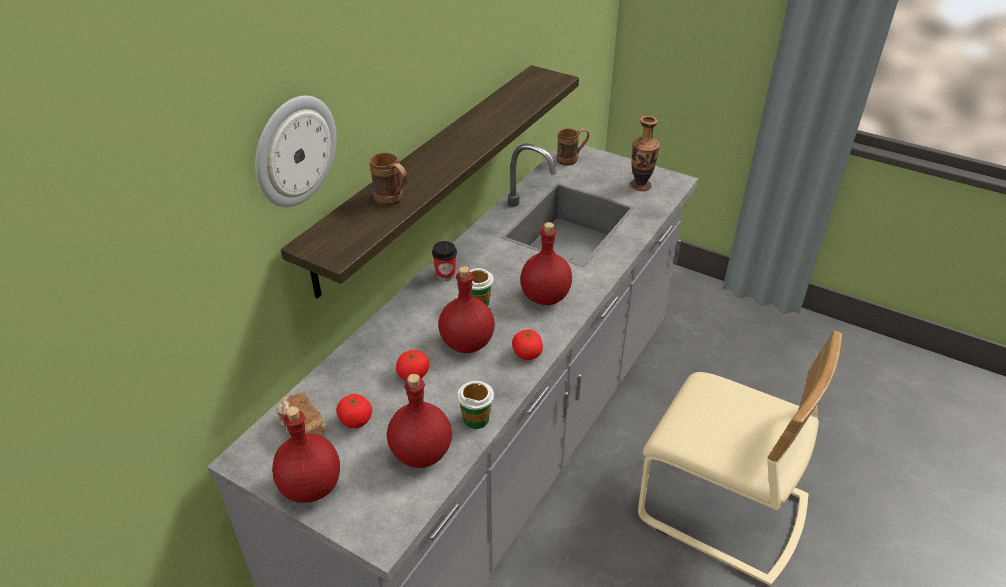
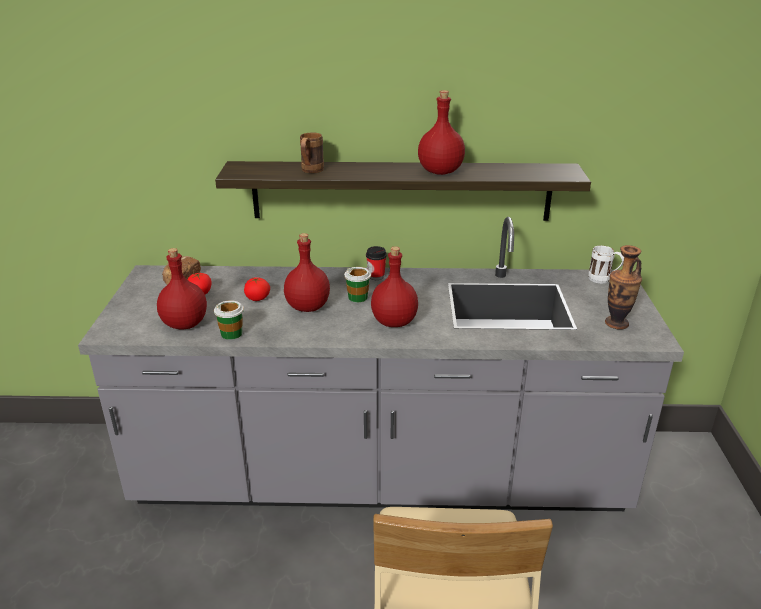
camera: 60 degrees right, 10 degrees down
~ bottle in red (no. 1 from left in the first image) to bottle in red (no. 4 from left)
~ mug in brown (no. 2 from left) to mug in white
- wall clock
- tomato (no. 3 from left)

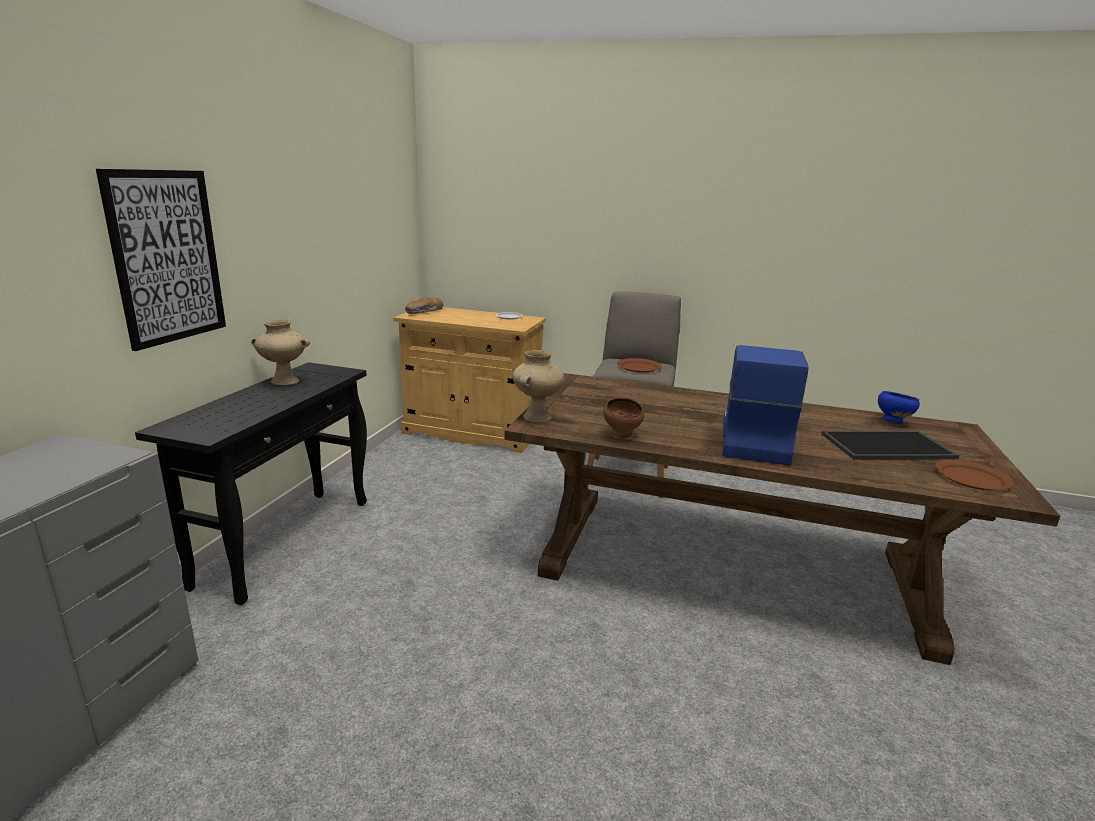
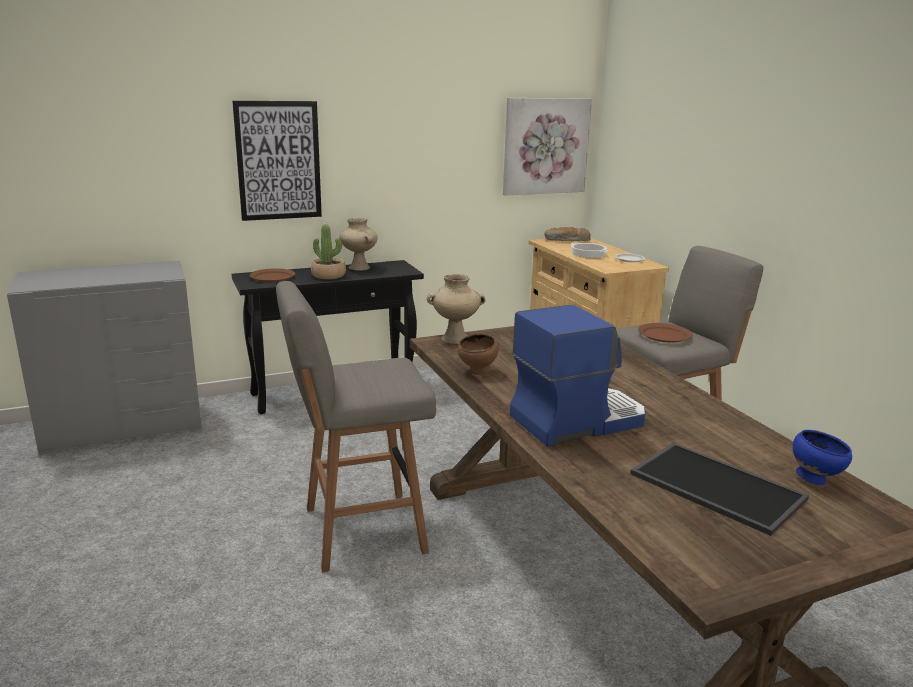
camera: 50 degrees right, 0 degrees up
~ plate in brown (no. 2 from left in the first image) to plate in brown (no. 1 from left)
+ stool in grey (no. 1 from left)
+ potted plant
+ picture (no. 2 from left)
+ cooking pot

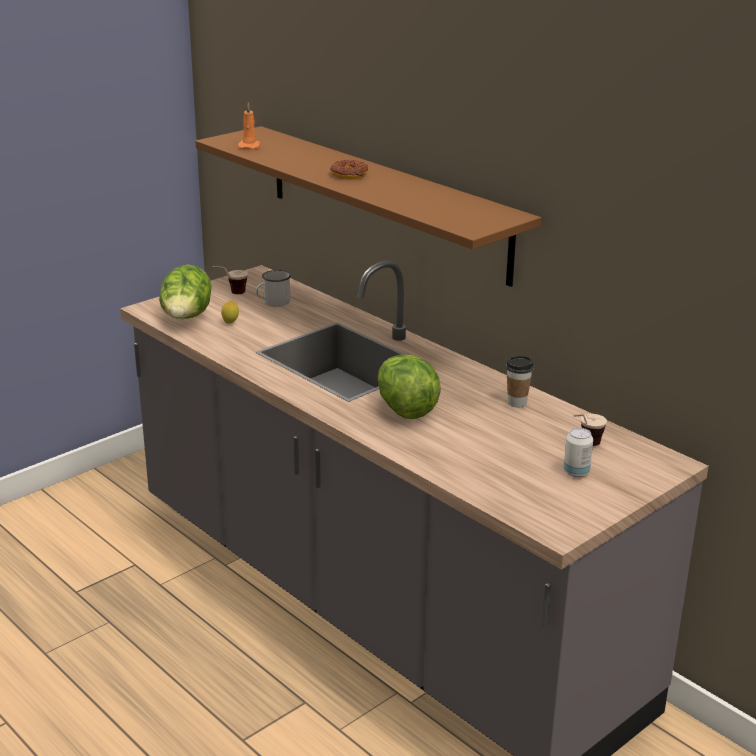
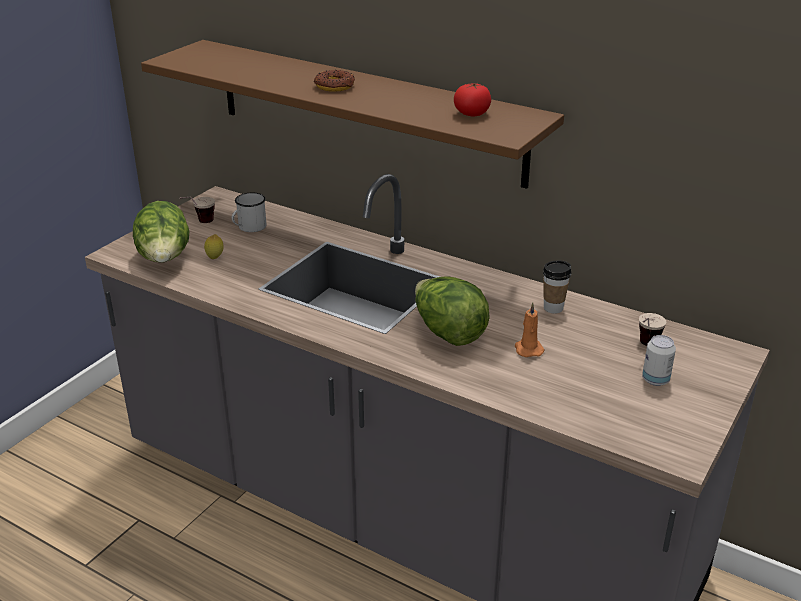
camera: 15 degrees left, 5 degrees up
+ tomato
~ candle in orange

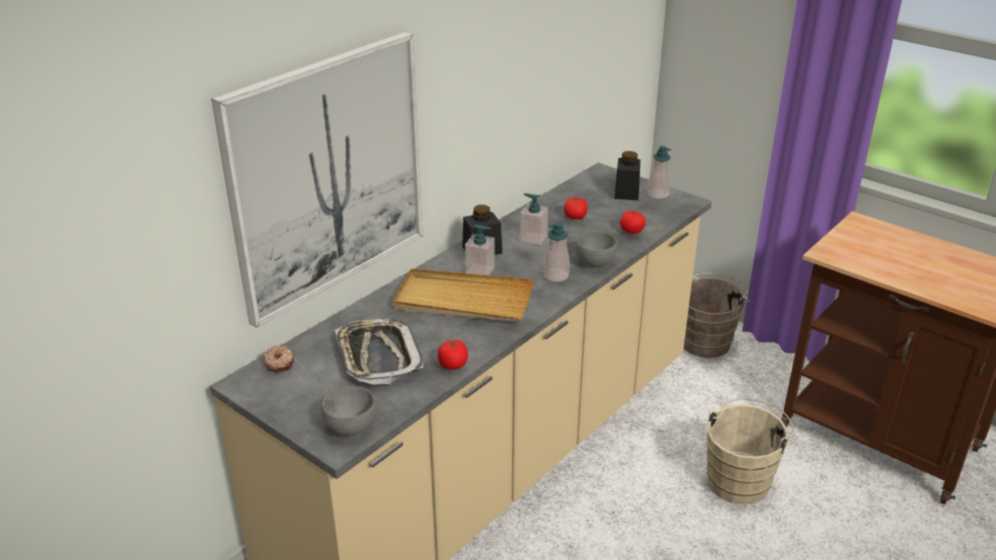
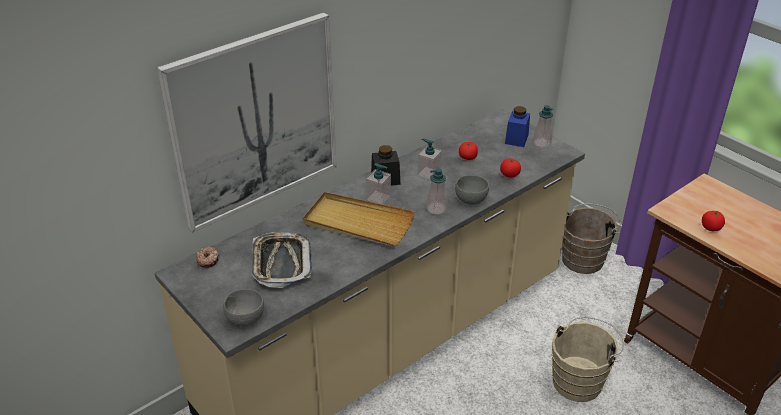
camera: 10 degrees right, 5 degrees up
~ jar in black (no. 2 from left) to jar in blue
~ tomato (no. 1 from left in the first image) to tomato (no. 3 from left)

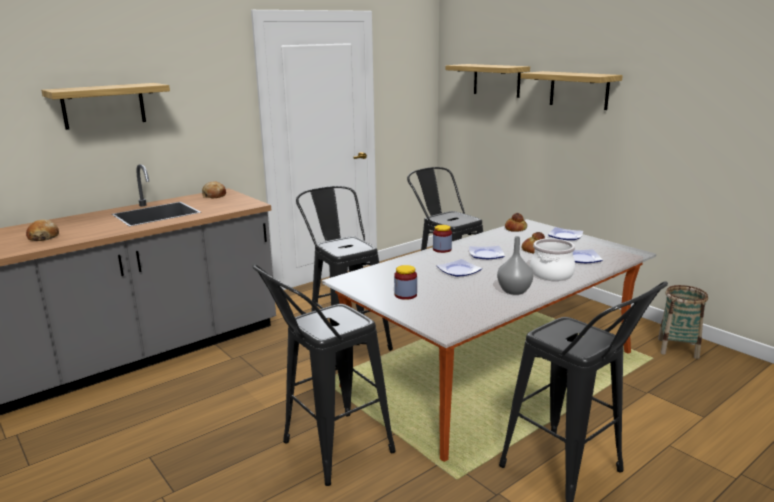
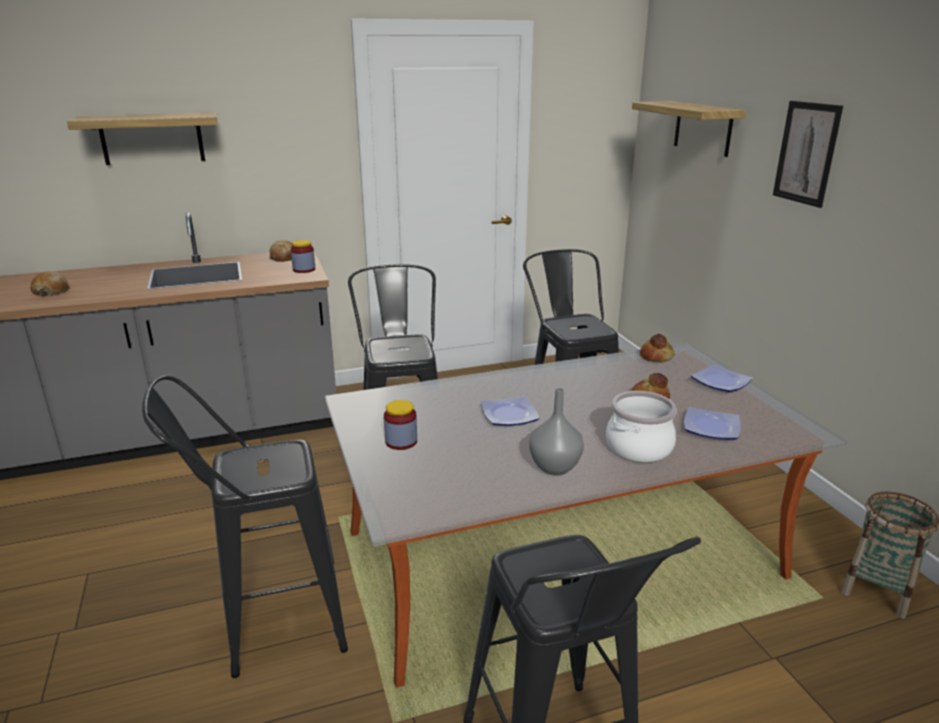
camera: 20 degrees right, 5 degrees up
~ jar (no. 2 from left in the first image) to jar (no. 1 from left)
~ shelf (no. 3 from left) to picture
- plate (no. 2 from left)

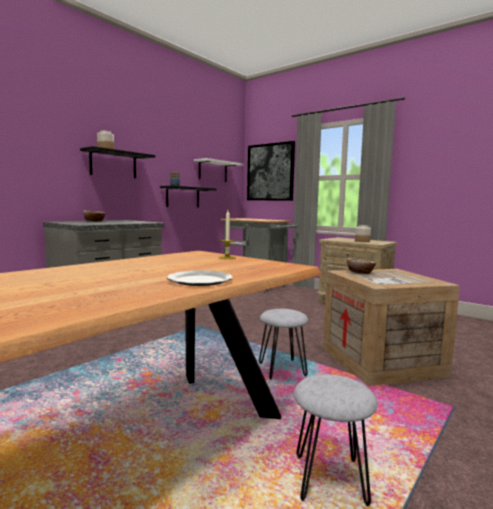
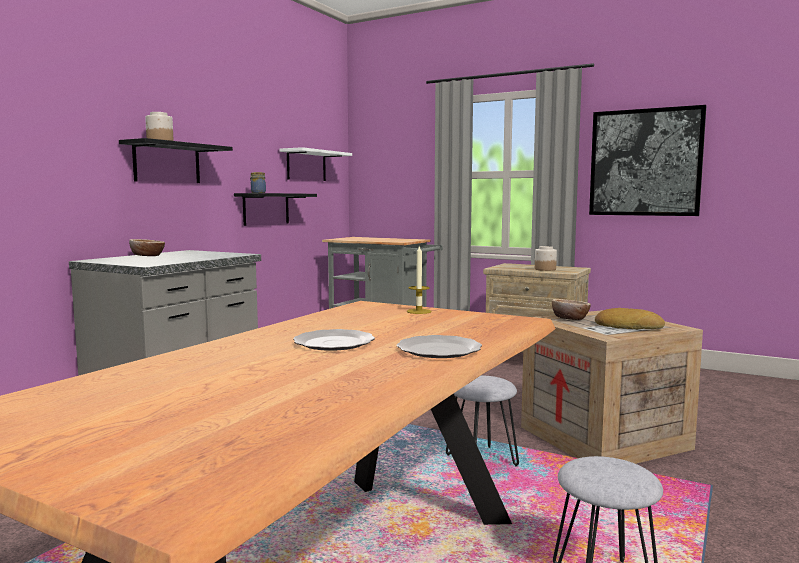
camera: 10 degrees left, 0 degrees up
+ plate (no. 1 from left)
~ picture
+ bread

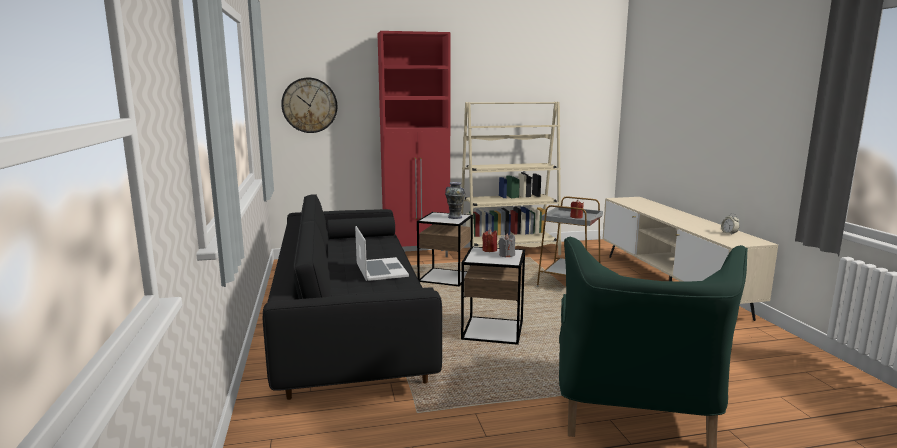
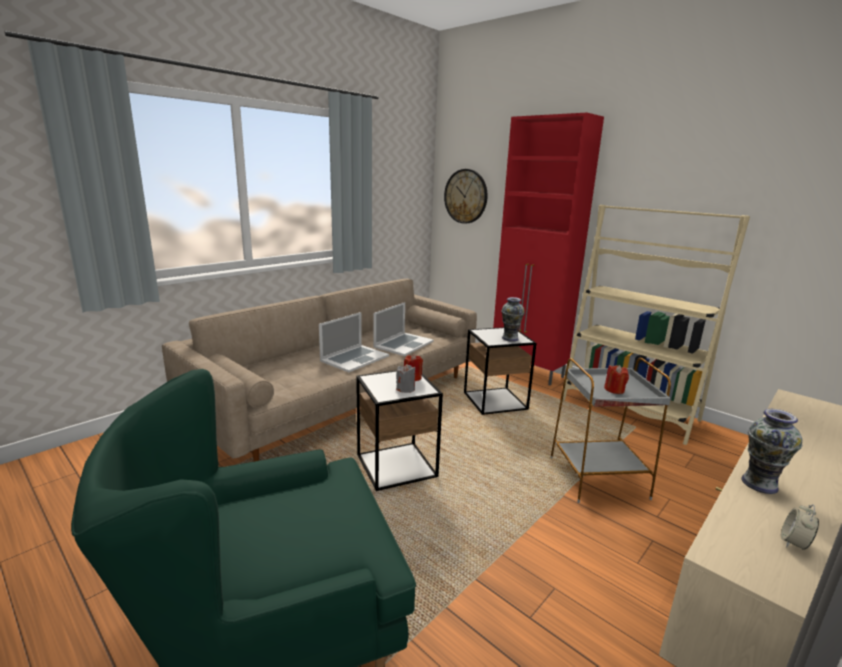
camera: 55 degrees right, 5 degrees up
~ sofa in black to sofa in beige
+ laptop (no. 2 from left)
+ vase (no. 2 from left)

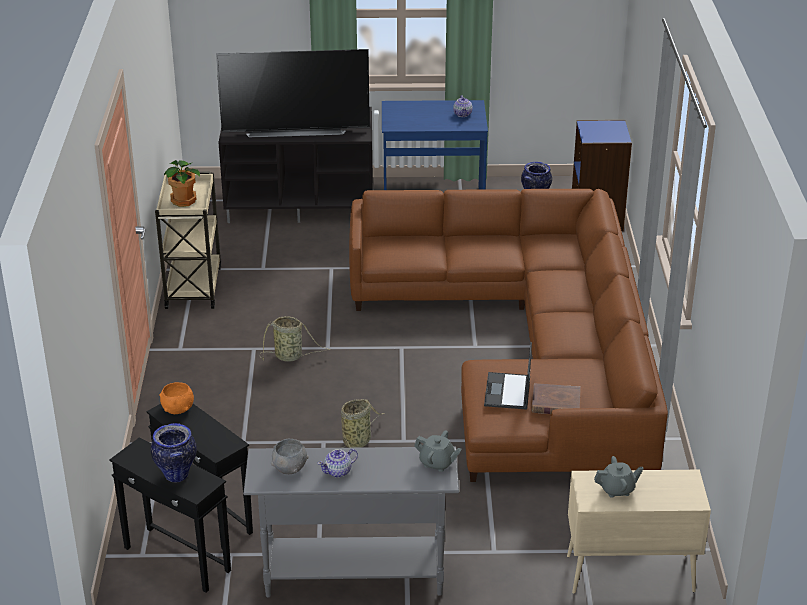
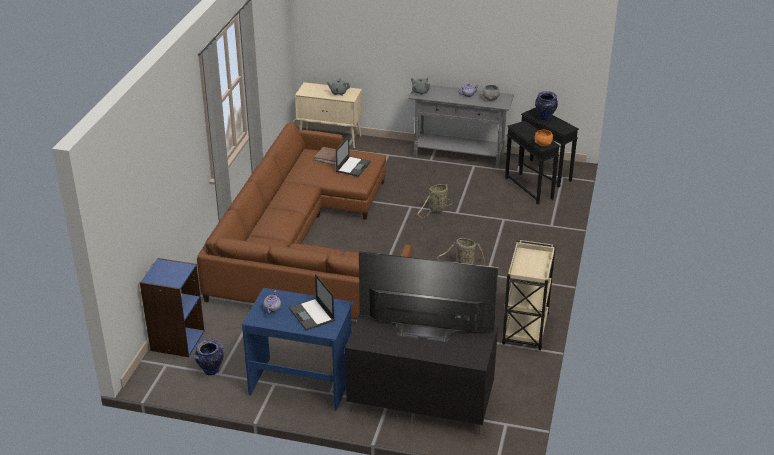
camera: 165 degrees left, 0 degrees up
+ laptop (no. 1 from left)
- potted plant

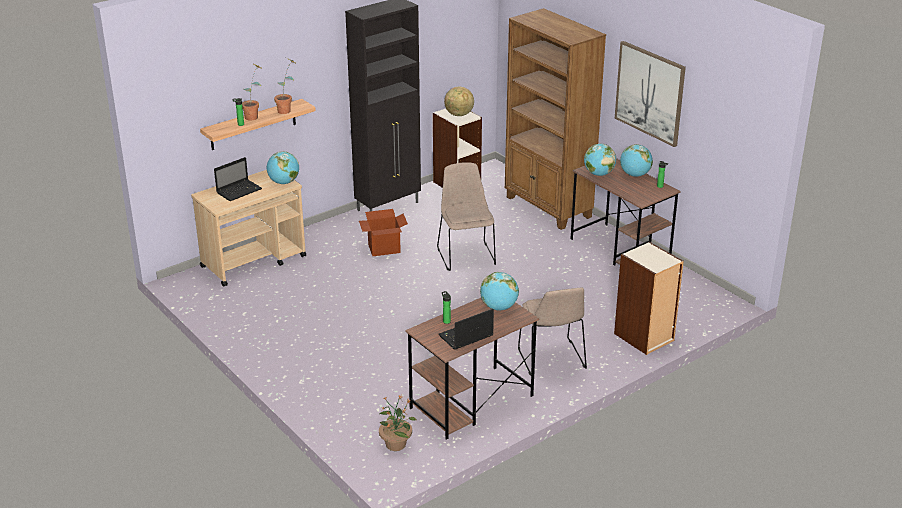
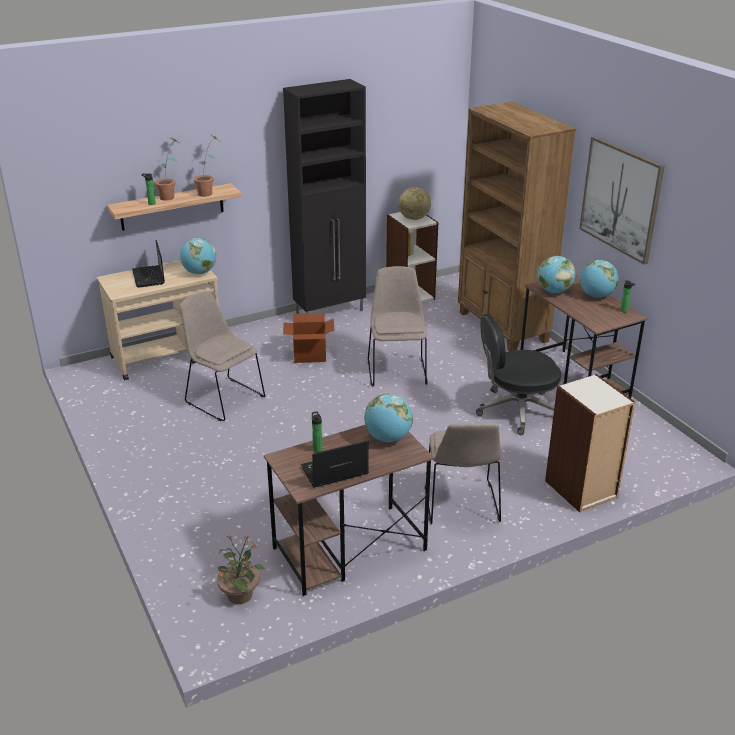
camera: 10 degrees right, 0 degrees up
~ laptop (no. 1 from left) 105 degrees clockwise
+ chair in beige (no. 1 from left)
+ office chair in black

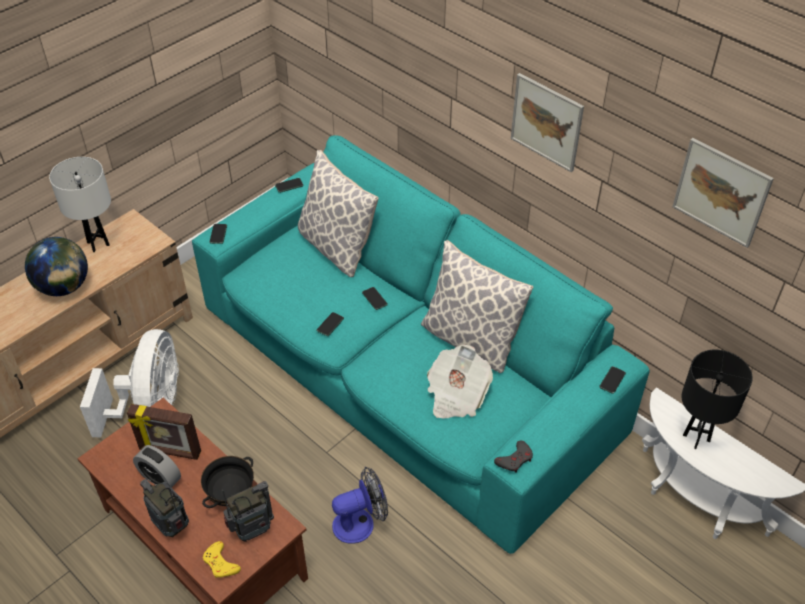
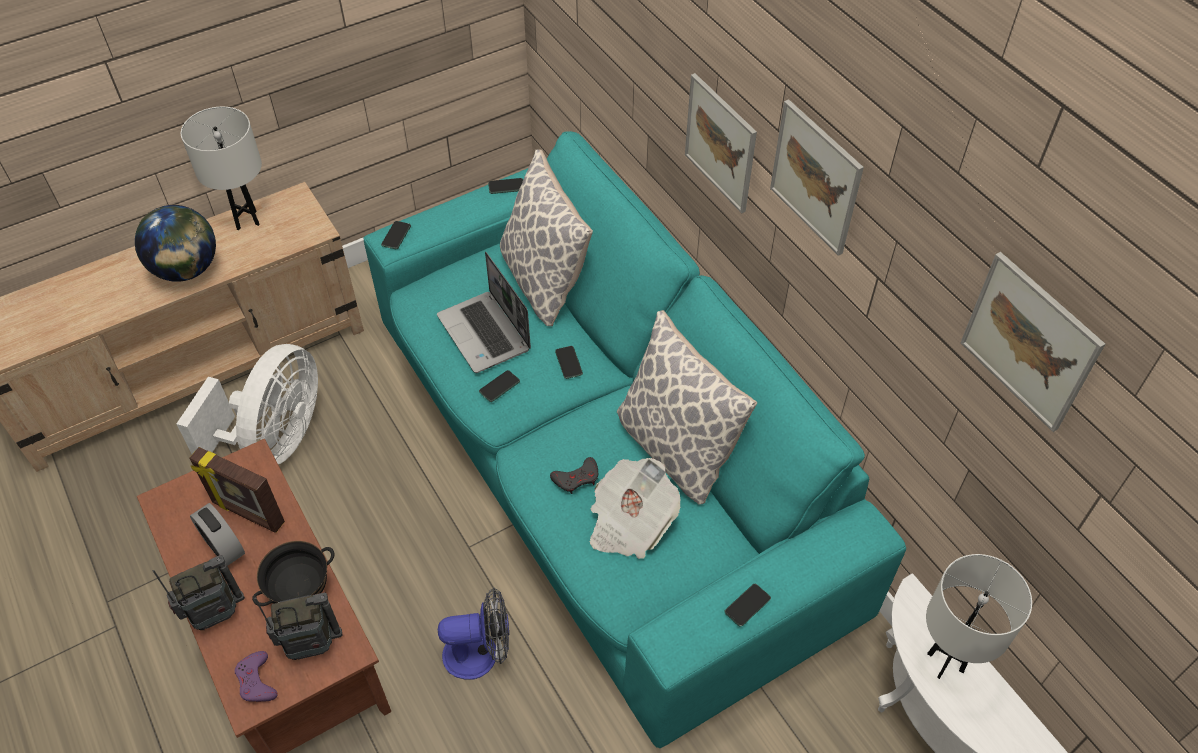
camera: 15 degrees right, 5 degrees up
~ radio (no. 1 from left) 90 degrees clockwise
~ game controller in yellow to game controller in purple
+ laptop
~ game controller in grey
+ picture (no. 1 from left)
~ phone (no. 5 from left)
~ table lamp in black to table lamp in white (no. 2 from left)

